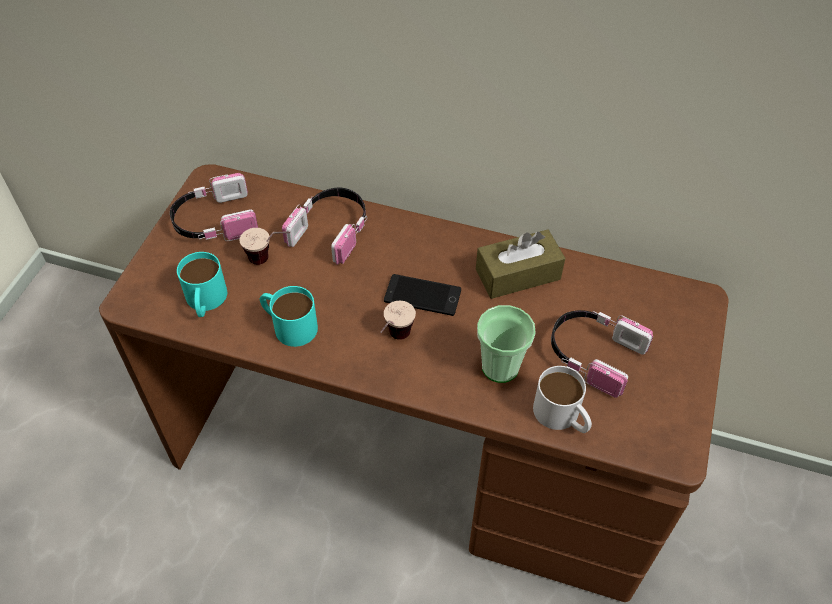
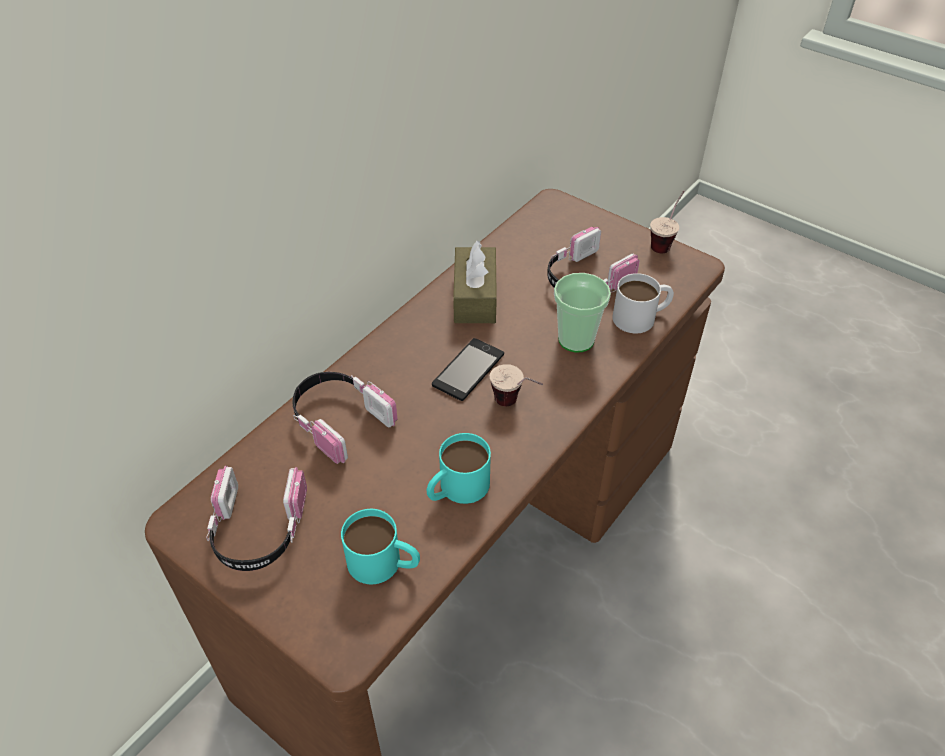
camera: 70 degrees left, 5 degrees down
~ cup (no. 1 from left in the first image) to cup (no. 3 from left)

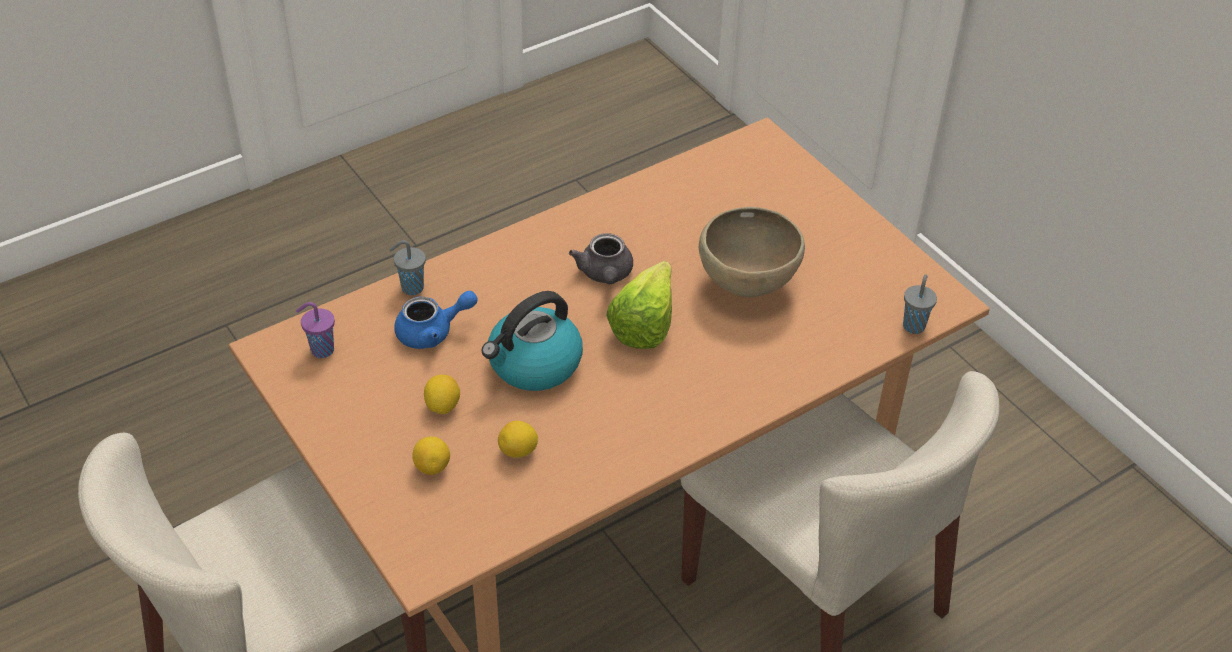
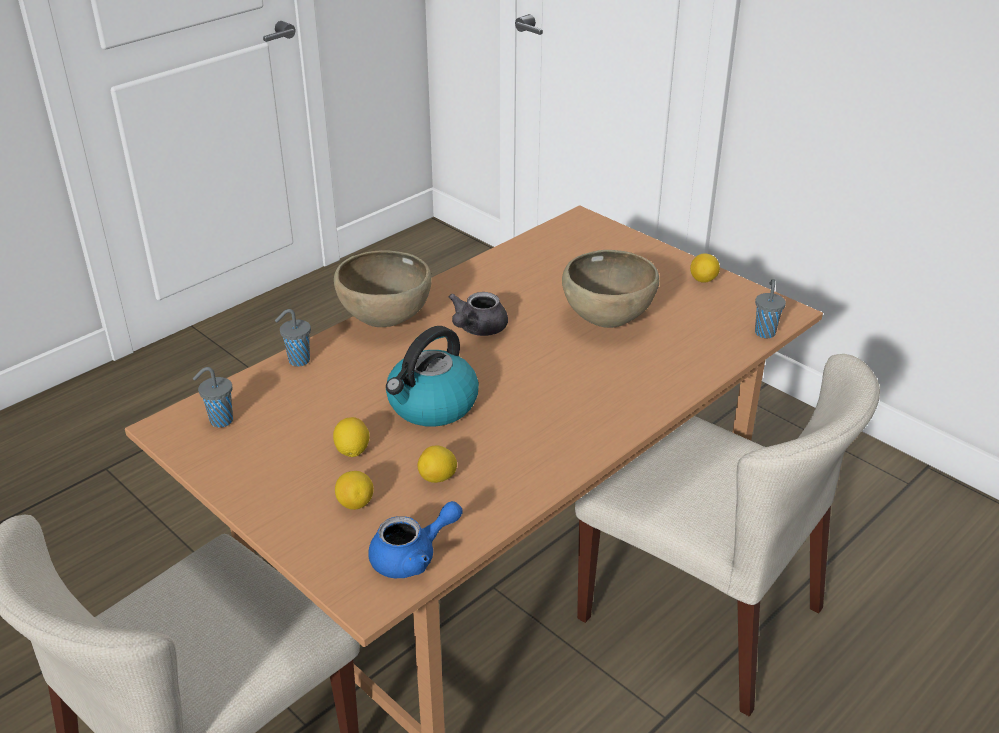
camera: 10 degrees left, 10 degrees down
~ cup in purple to cup in grey (no. 1 from left)
+ bowl in brown (no. 1 from left)
~ teapot in blue
~ teapot in grey 45 degrees clockwise
+ lemon (no. 4 from left)
- lettuce

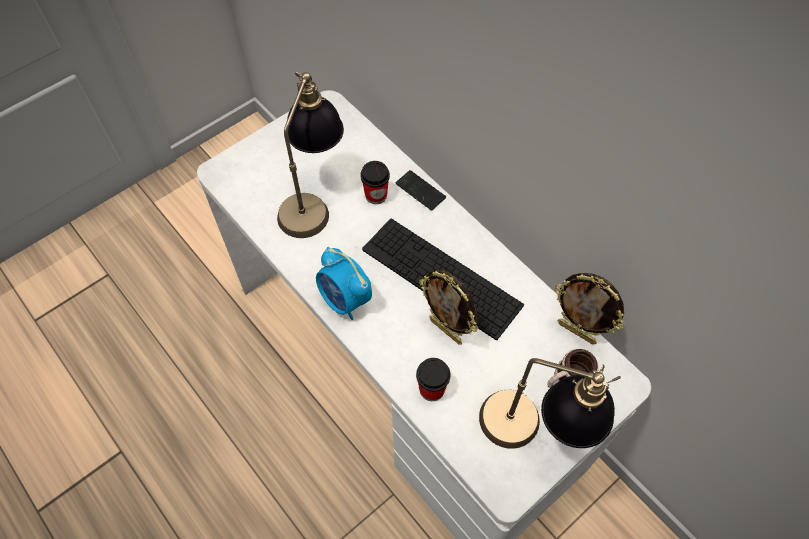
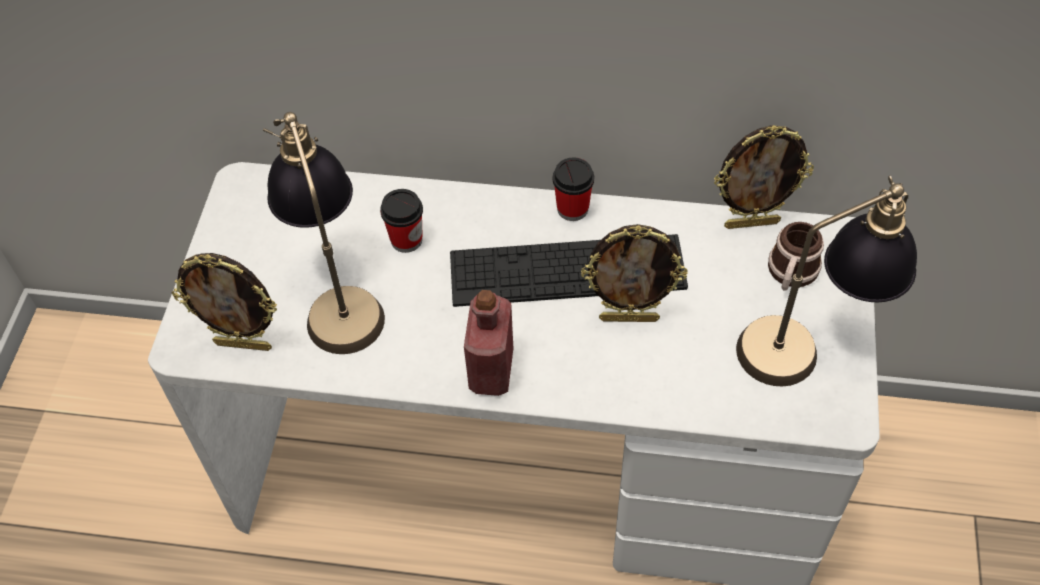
camera: 40 degrees left, 5 degrees down
+ picture frame (no. 1 from left)
~ alarm clock to bottle in red
~ cup (no. 2 from left)
- phone

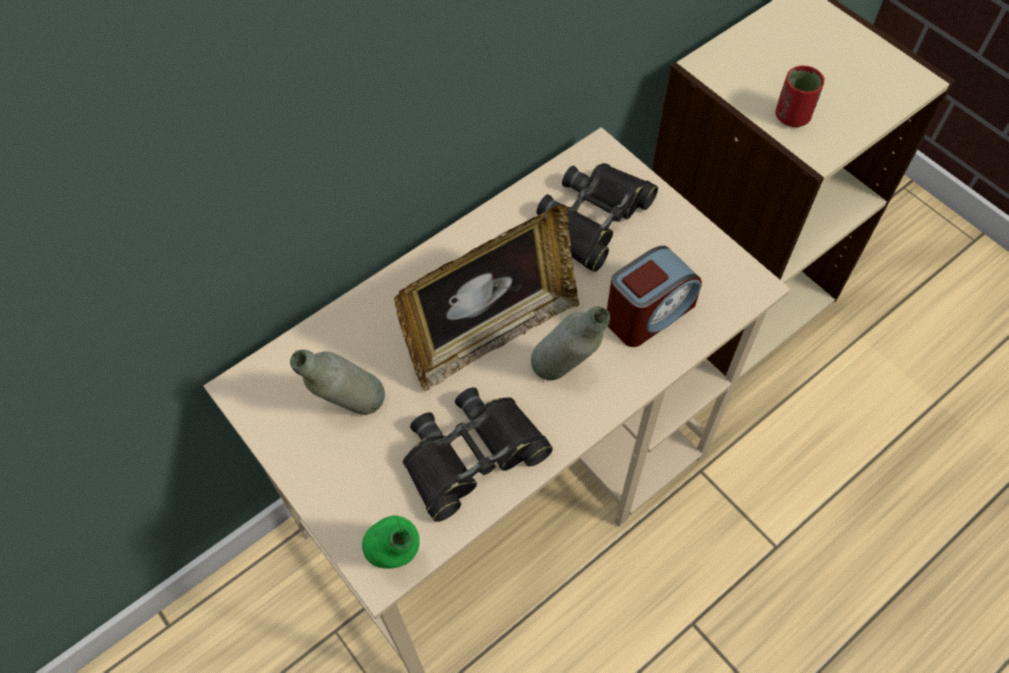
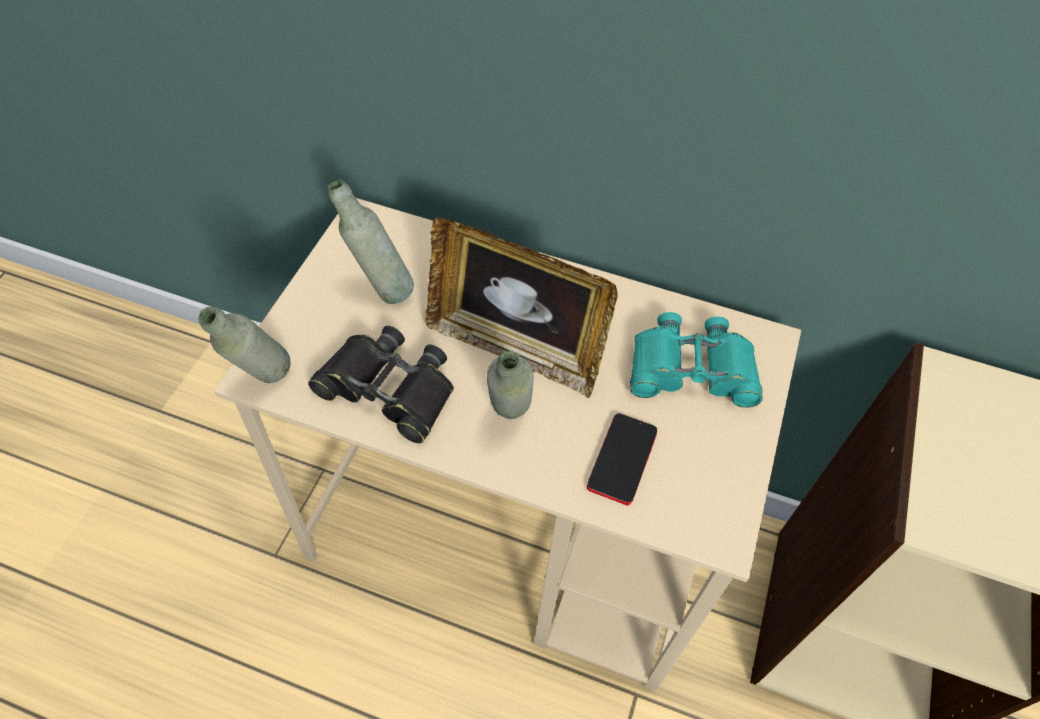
camera: 55 degrees right, 5 degrees down
~ bottle in green to bottle in grey (no. 1 from left)
~ alarm clock to phone
~ binoculars in black (no. 2 from left) to binoculars in turquoise
- cup in red

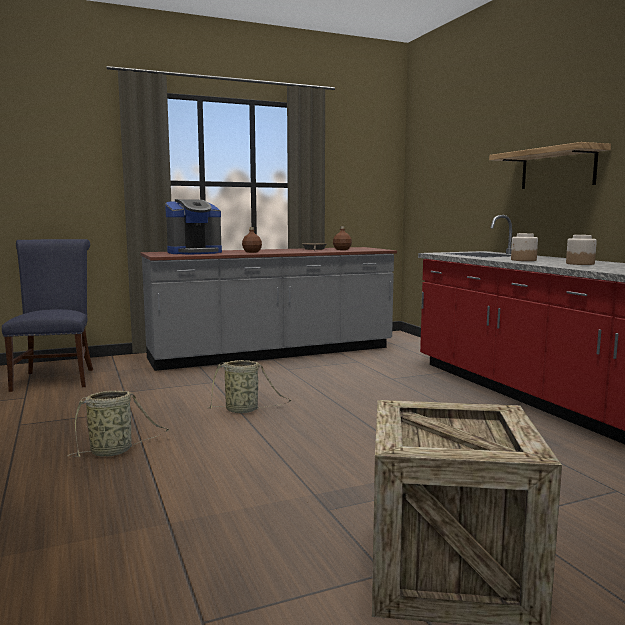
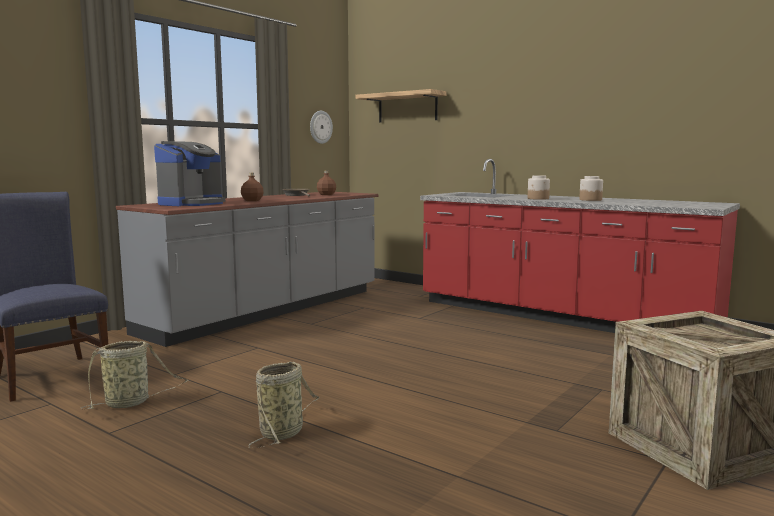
camera: 30 degrees left, 0 degrees up
~ basket (no. 2 from left in the first image) to basket (no. 1 from left)
+ wall clock
~ shelf

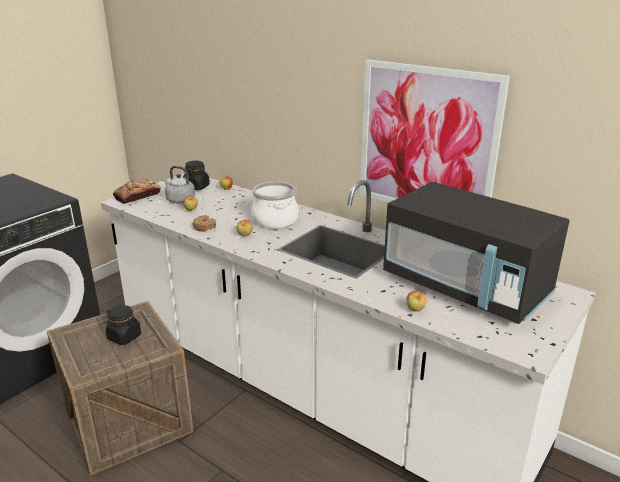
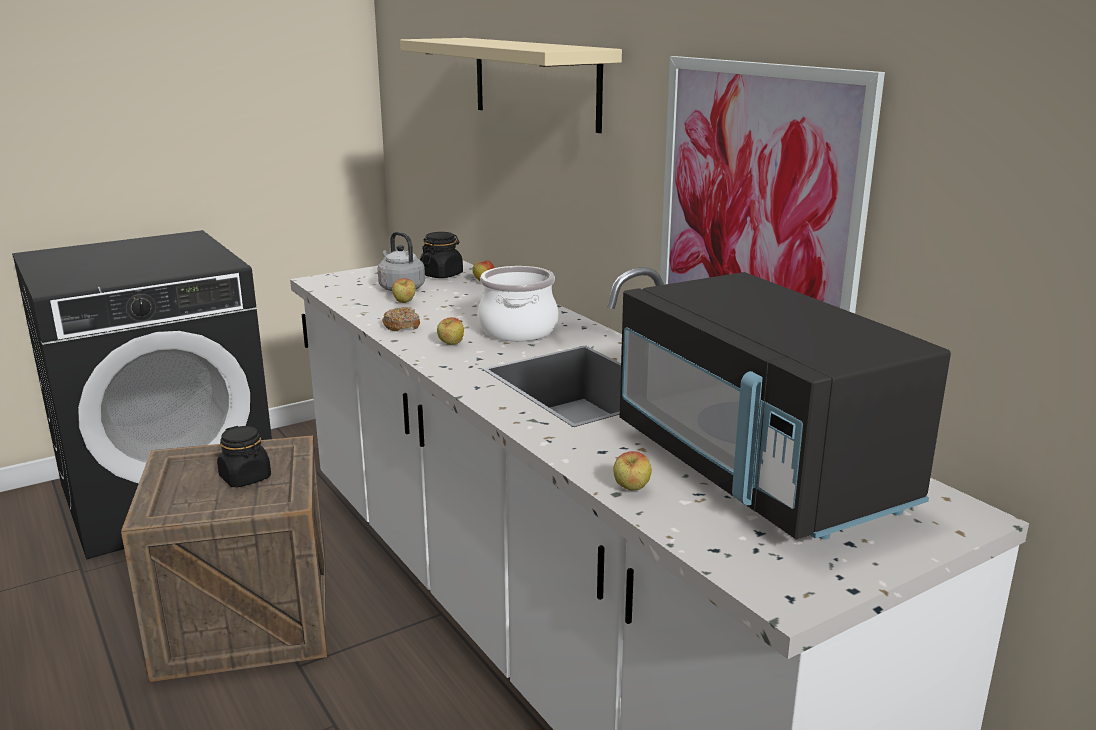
camera: 20 degrees right, 5 degrees down
+ shelf in beige
- bread

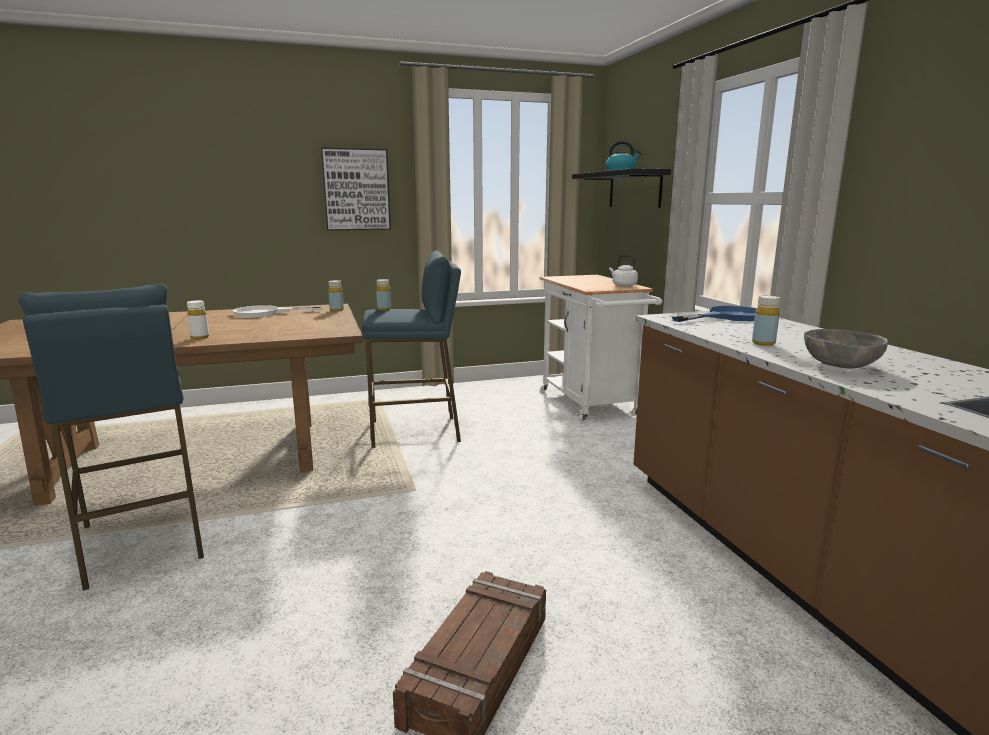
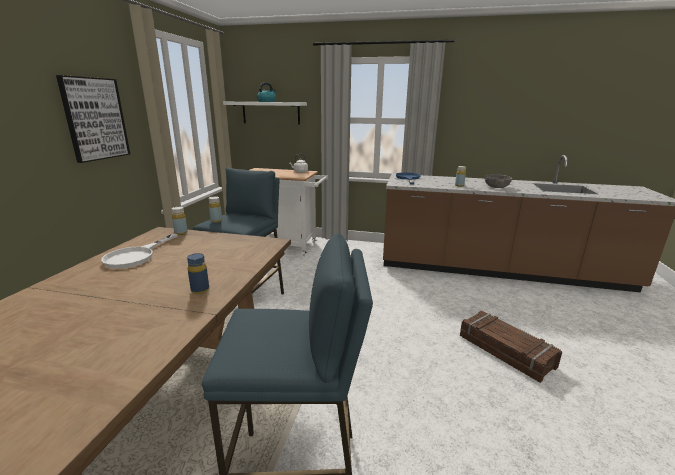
camera: 60 degrees left, 5 degrees up
~ bottle in white to bottle in blue
~ shelf in black to shelf in white

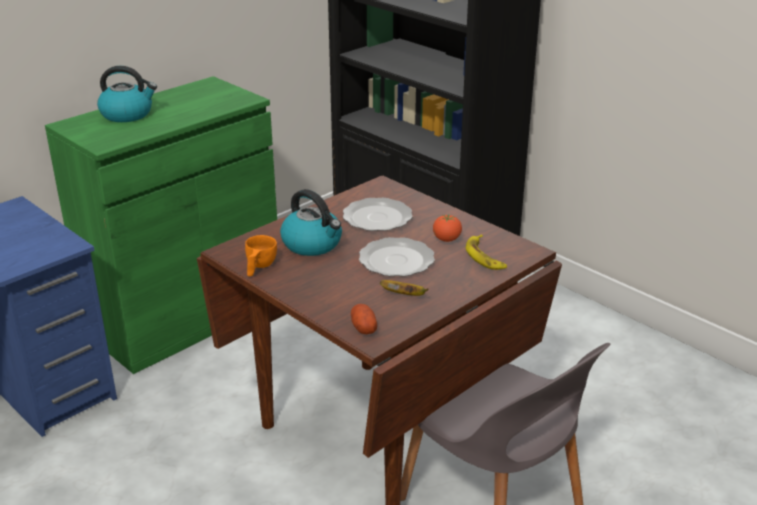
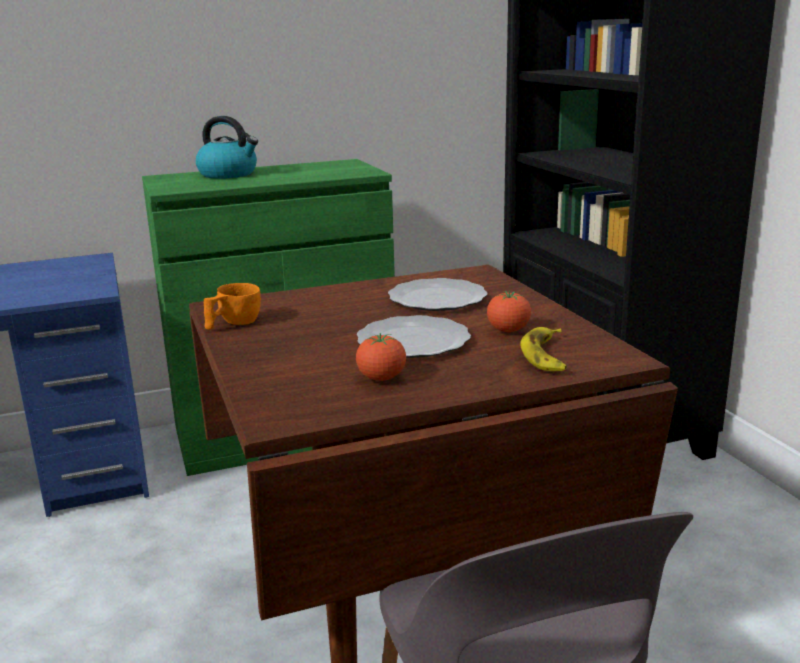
camera: 25 degrees right, 10 degrees down
~ banana (no. 1 from left) to tomato (no. 1 from left)
- kettle (no. 2 from left)
- potato

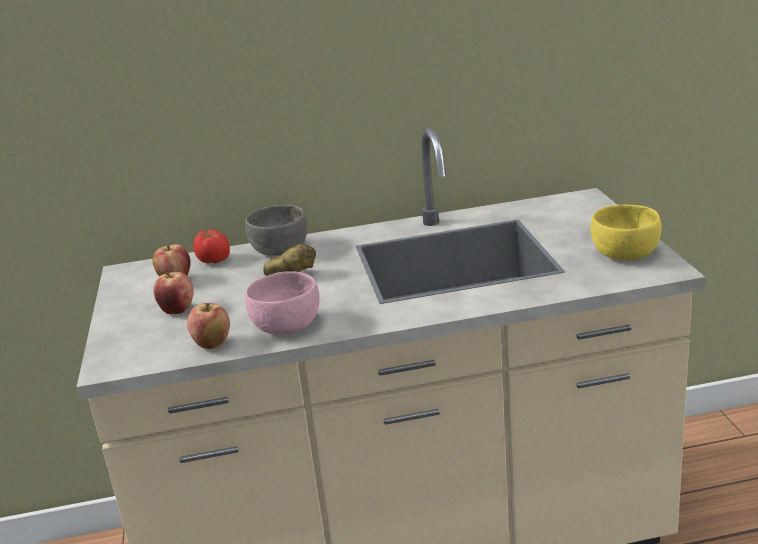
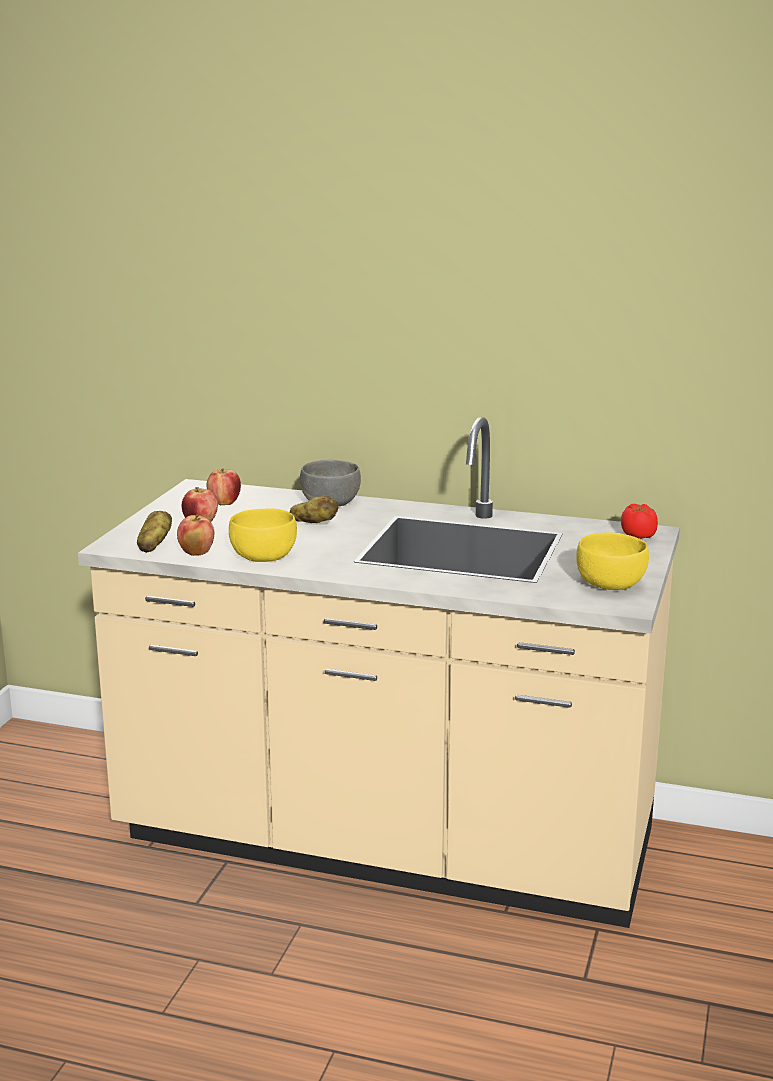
camera: 25 degrees right, 5 degrees down
+ potato (no. 1 from left)
~ bowl in pink to bowl in yellow (no. 1 from left)
~ tomato

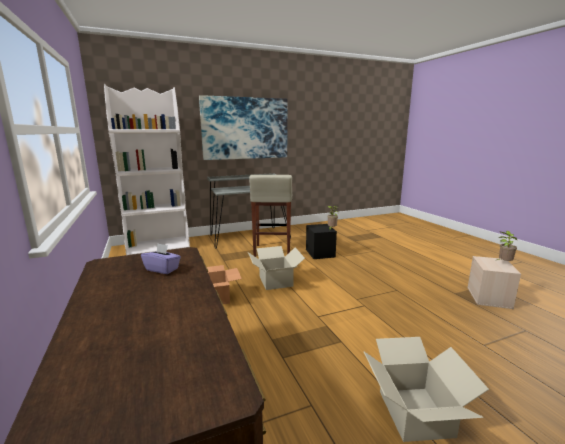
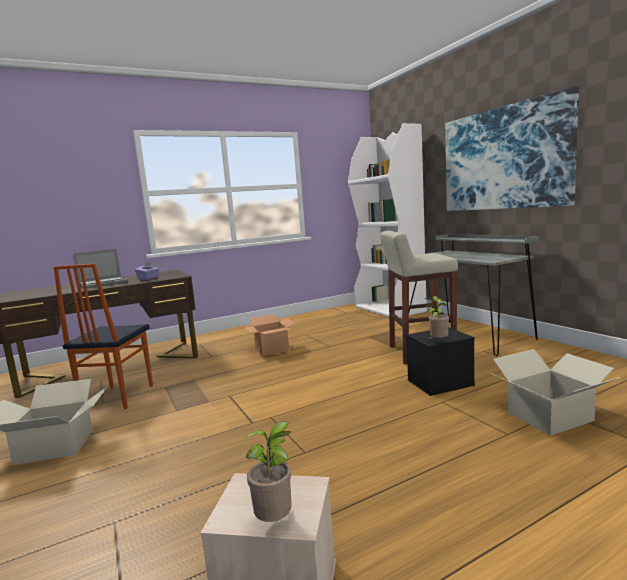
camera: 85 degrees right, 5 degrees down
+ chair
+ laptop
~ cardboard box (no. 2 from left in the first image) to cardboard box (no. 3 from left)

